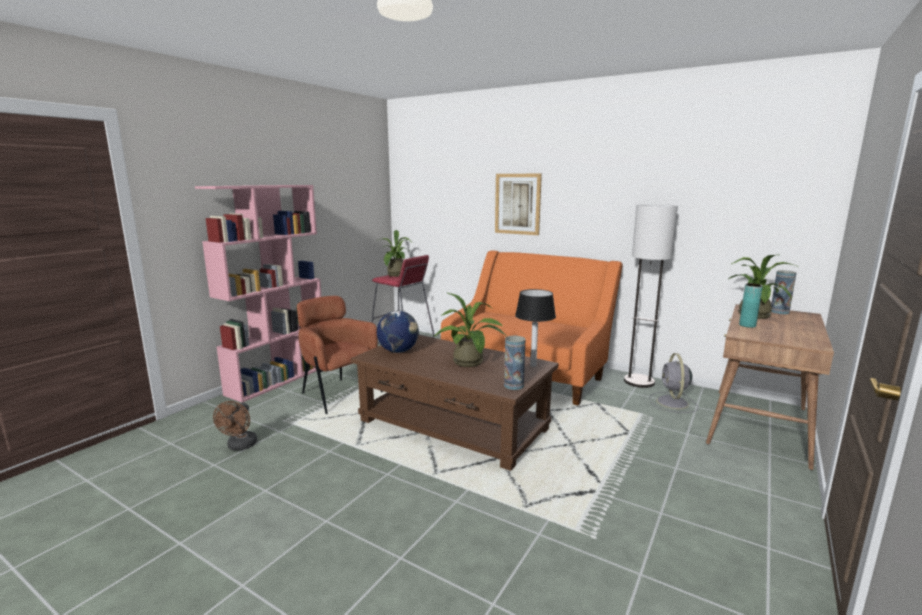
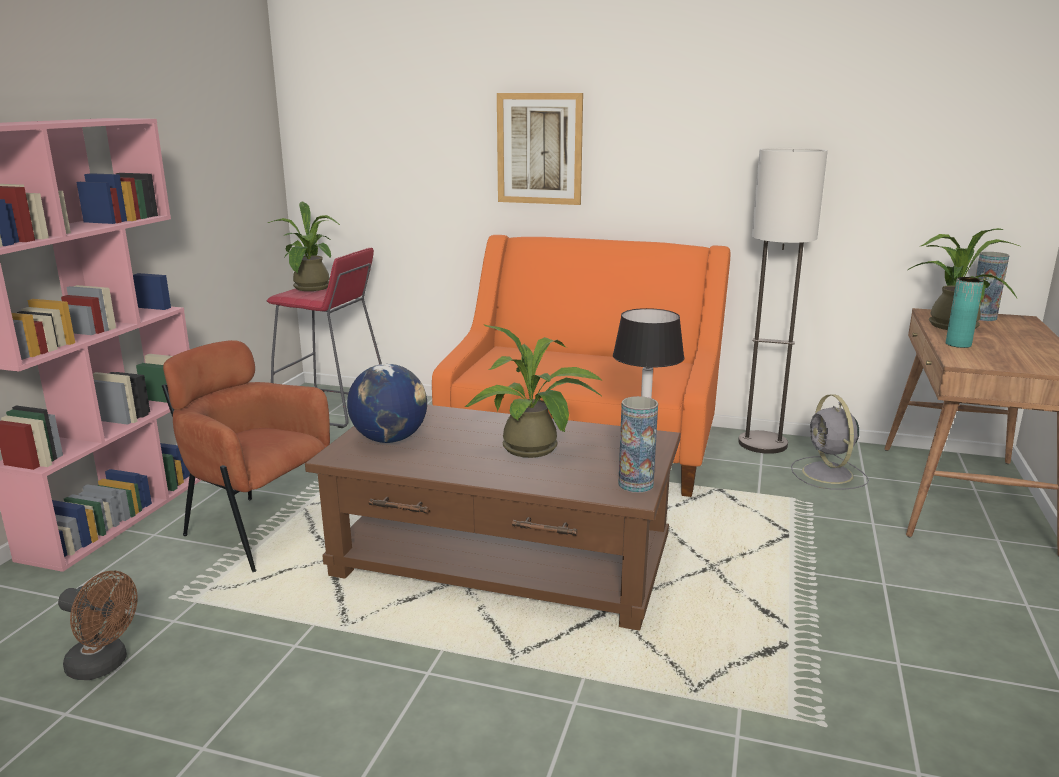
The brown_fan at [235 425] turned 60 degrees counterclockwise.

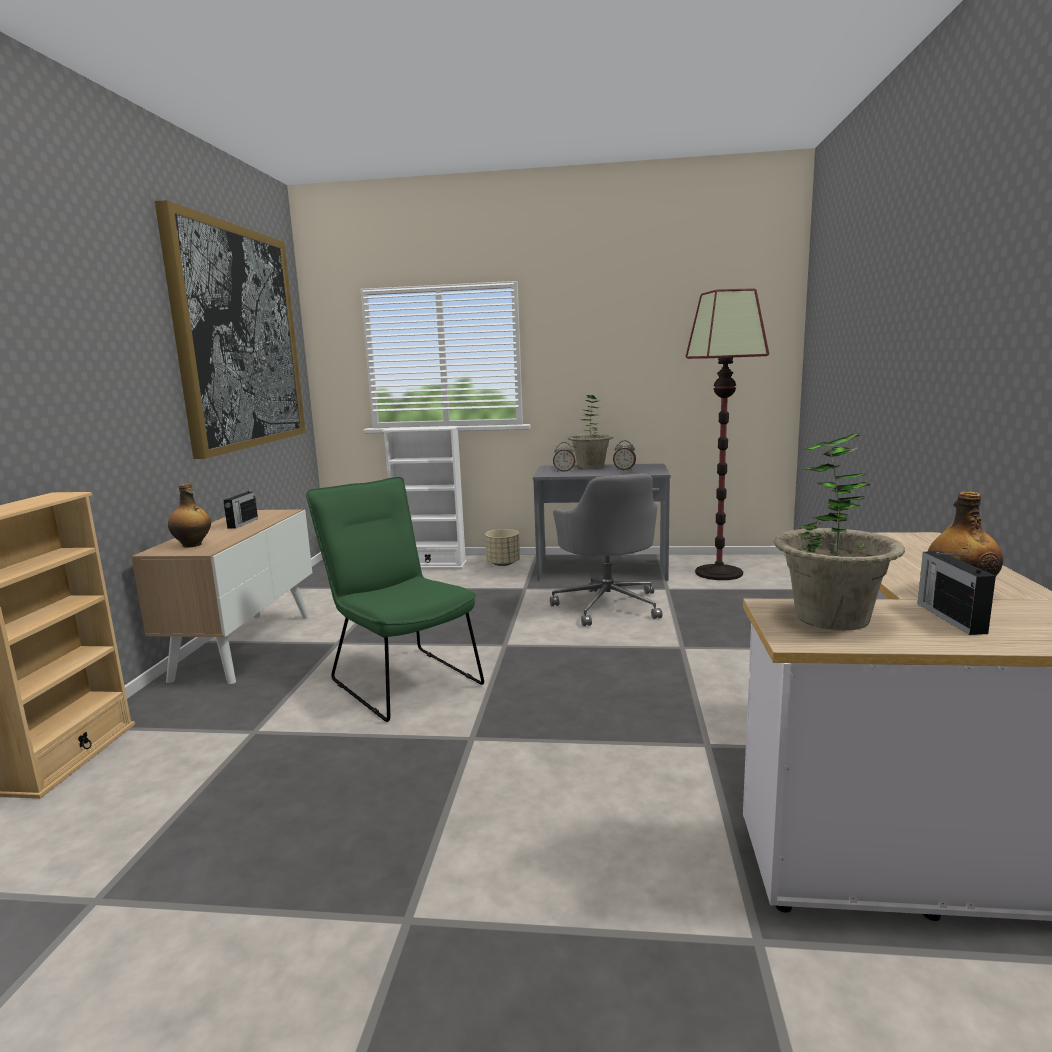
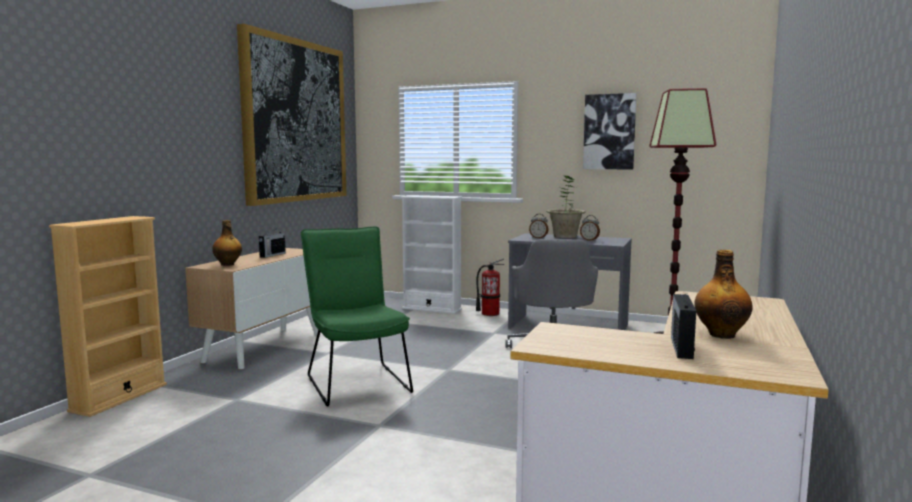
The potted_plant at [839 531] disappeared.
The picture at [609 131] appeared.
The beige_flower_pot at [502 547] was replaced by the extinguisher at [490 287].

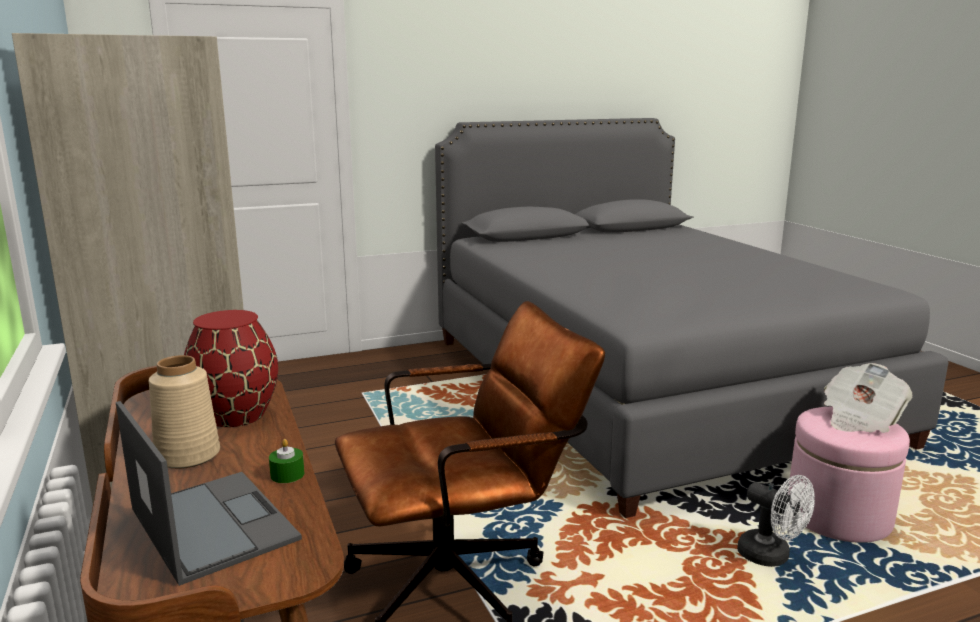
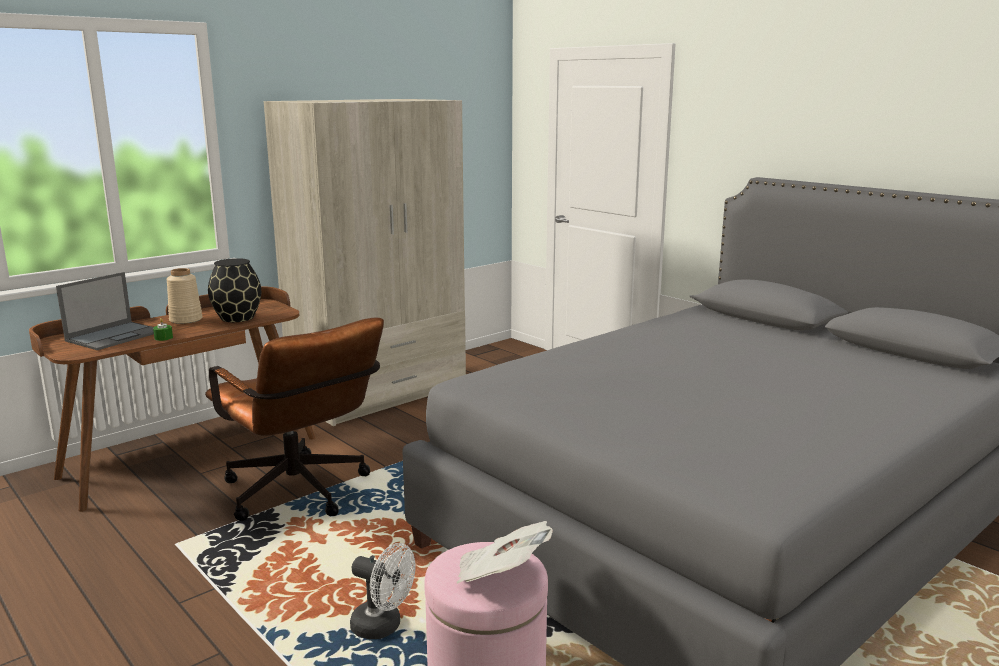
The reddish_flower_vase at [231 368] became the blackish_flower_vase at [234 290].
The white-coloured_fan at [776 521] turned 90 degrees counterclockwise.

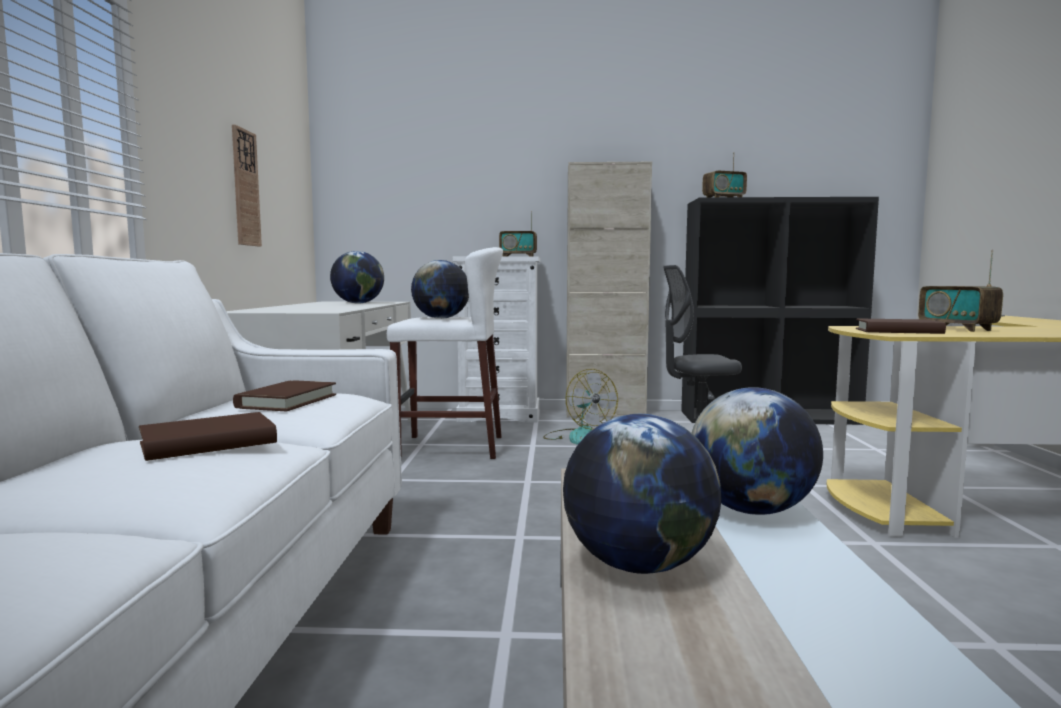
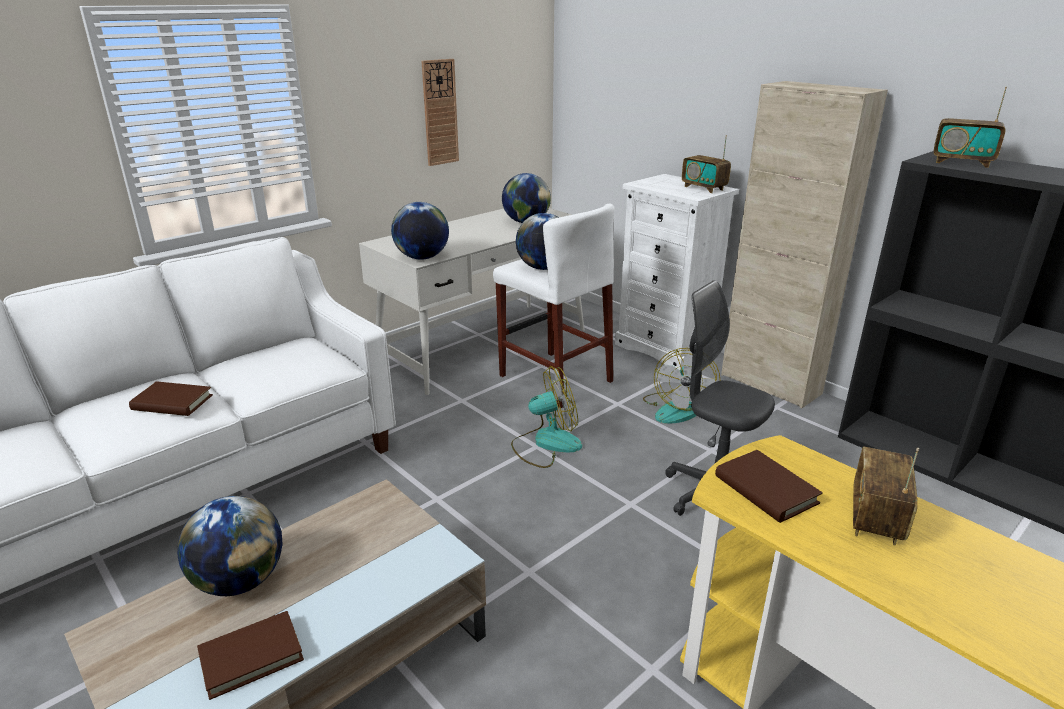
The fan at [546 417] appeared.
The brown_book moved from [284 395] to [250 655].
The world_globe moved from [757 451] to [420 231].

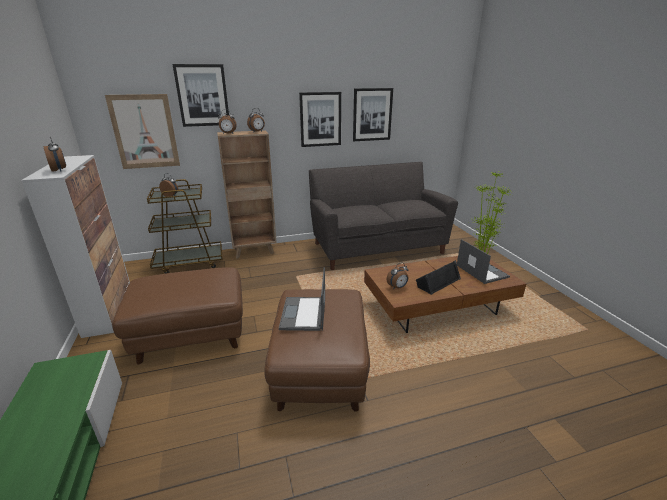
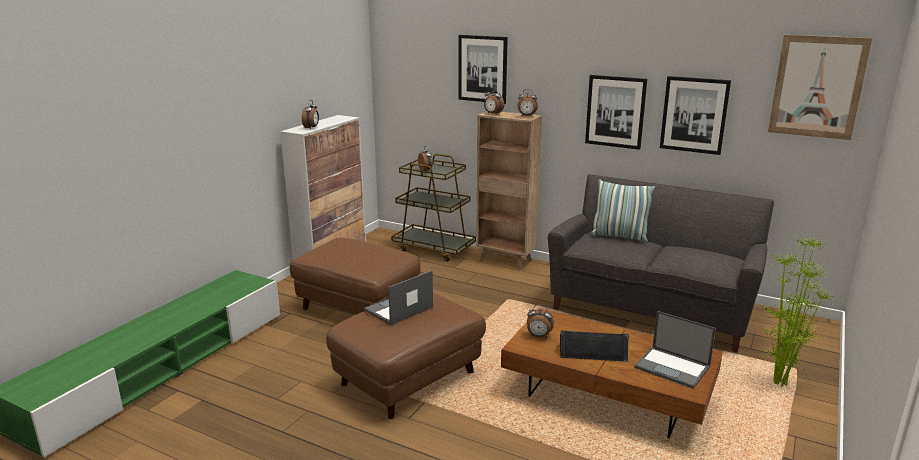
The cushion at [622 210] appeared.
The picture moved from [142 131] to [820 87].
The notebook_computer at [483 261] turned 105 degrees clockwise.

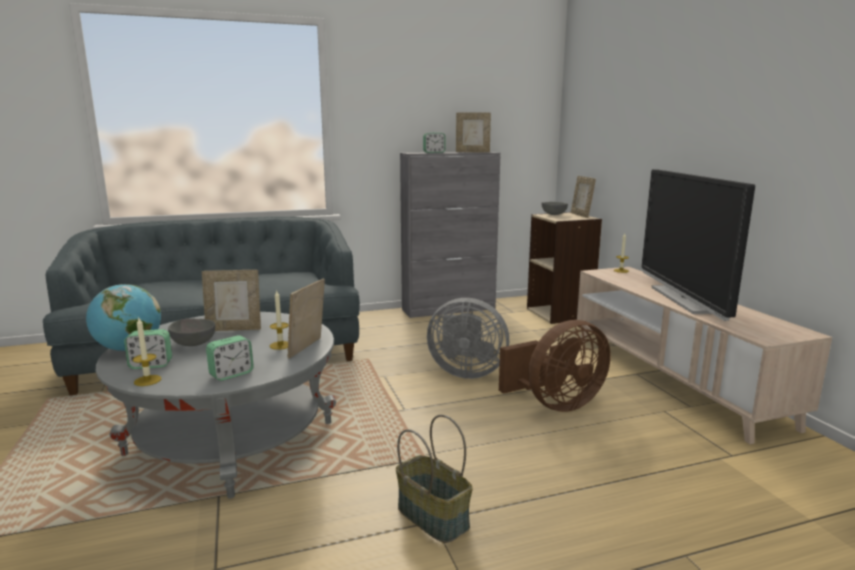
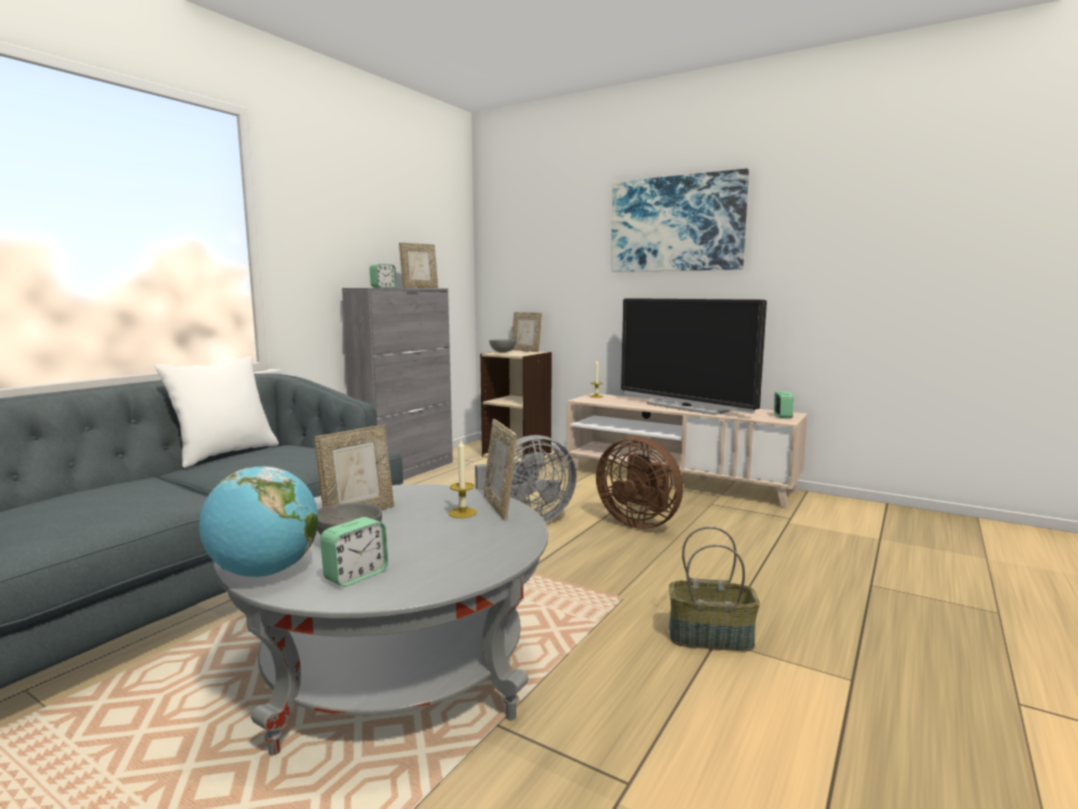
The wax_candle at [147 351] disappeared.
The white-coloured_cushion at [217 412] appeared.
The picture at [680 220] appeared.
The alarm_clock moved from [230 358] to [784 405].
The brown_fan at [555 366] turned 105 degrees clockwise.

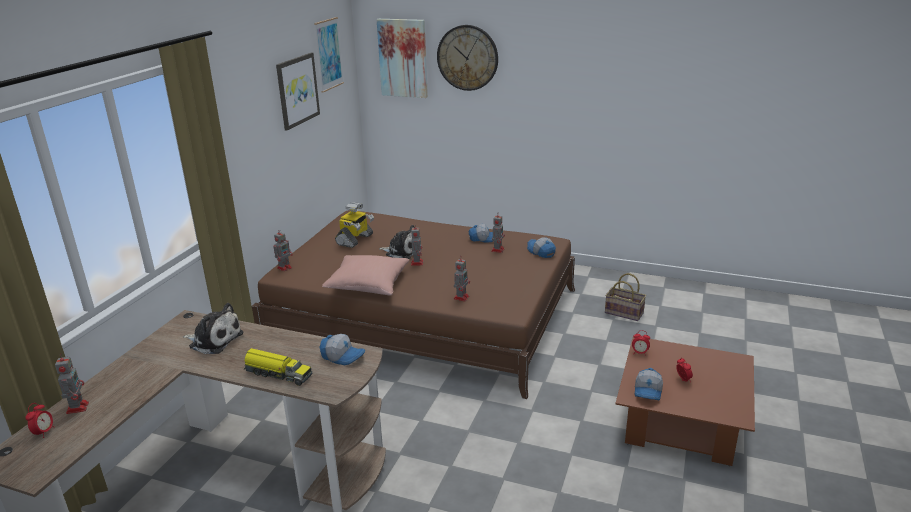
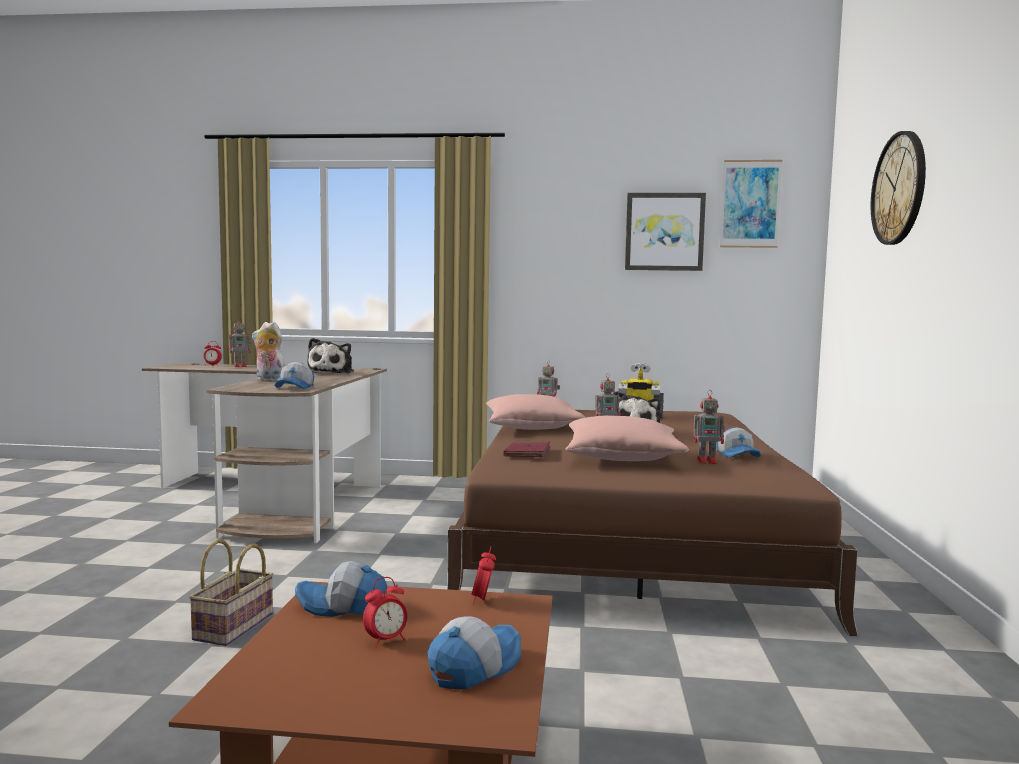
The picture at [402 58] disappeared.
The pinkish_cushion at [627 438] appeared.
The peaked_cap moved from [541 247] to [474 652].
The basket moved from [625 297] to [231 592].
The model_truck at [278 367] was replaced by the plush_toy at [268 352].
The toy_robot at [462 280] was replaced by the reddish_book at [527 449].

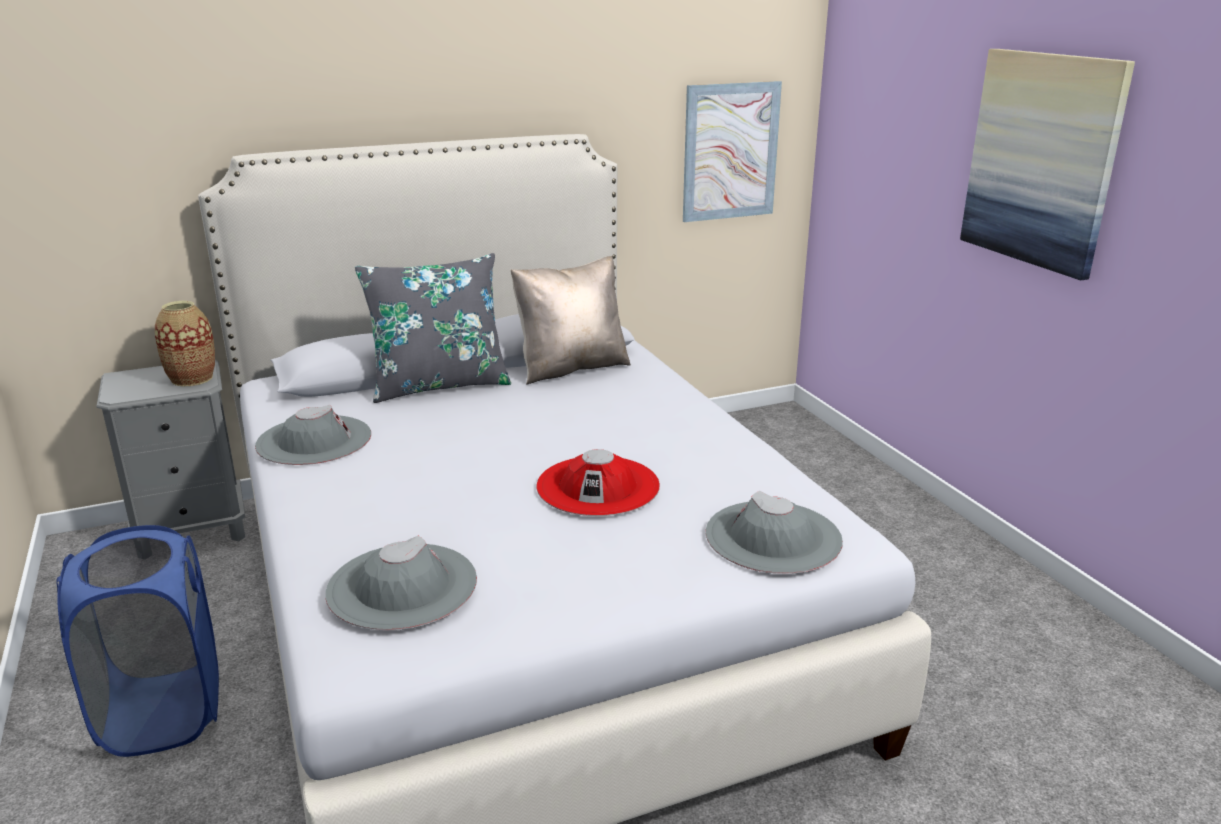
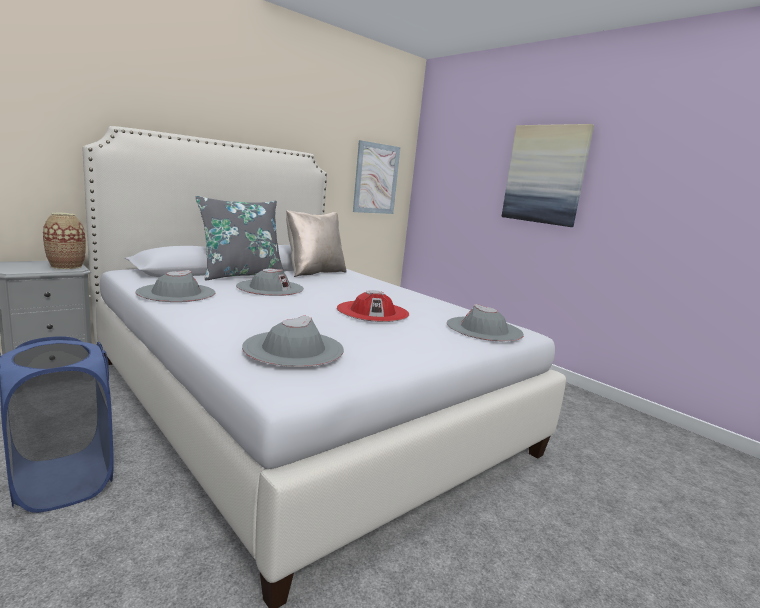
The greyish_wearable_hat at [270 282] appeared.

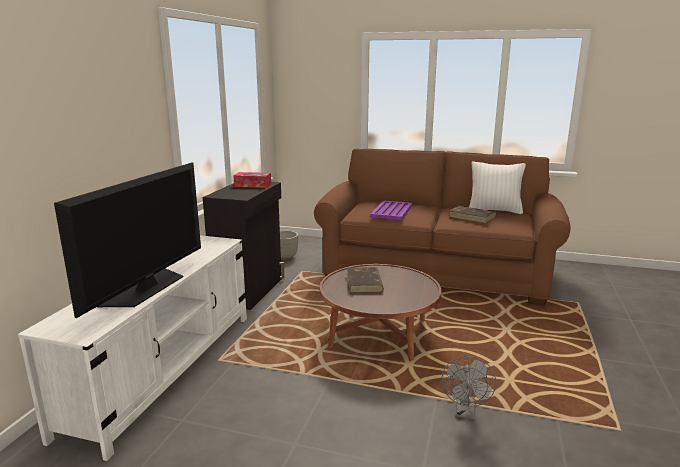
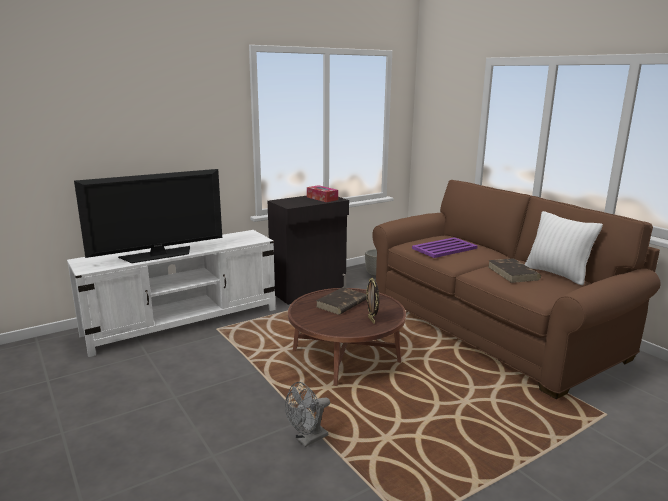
The photo_frame at [372 301] appeared.

